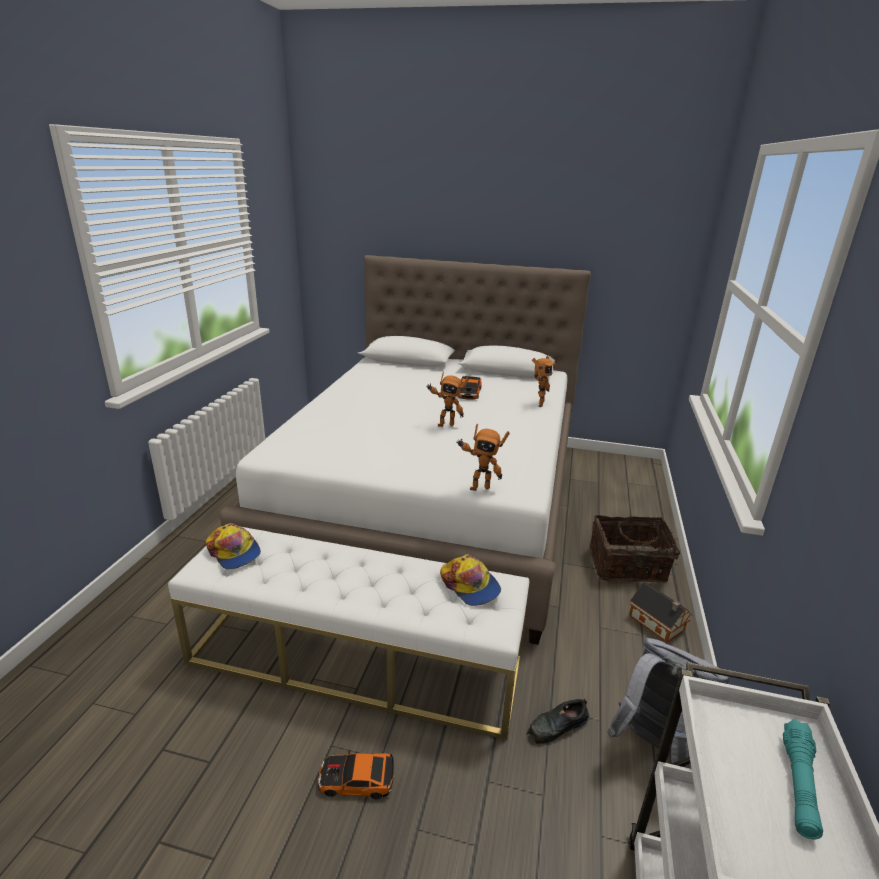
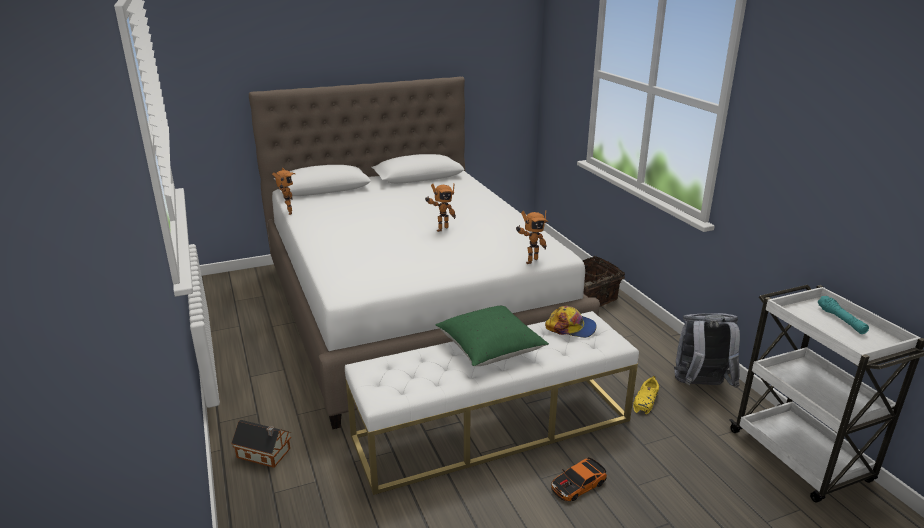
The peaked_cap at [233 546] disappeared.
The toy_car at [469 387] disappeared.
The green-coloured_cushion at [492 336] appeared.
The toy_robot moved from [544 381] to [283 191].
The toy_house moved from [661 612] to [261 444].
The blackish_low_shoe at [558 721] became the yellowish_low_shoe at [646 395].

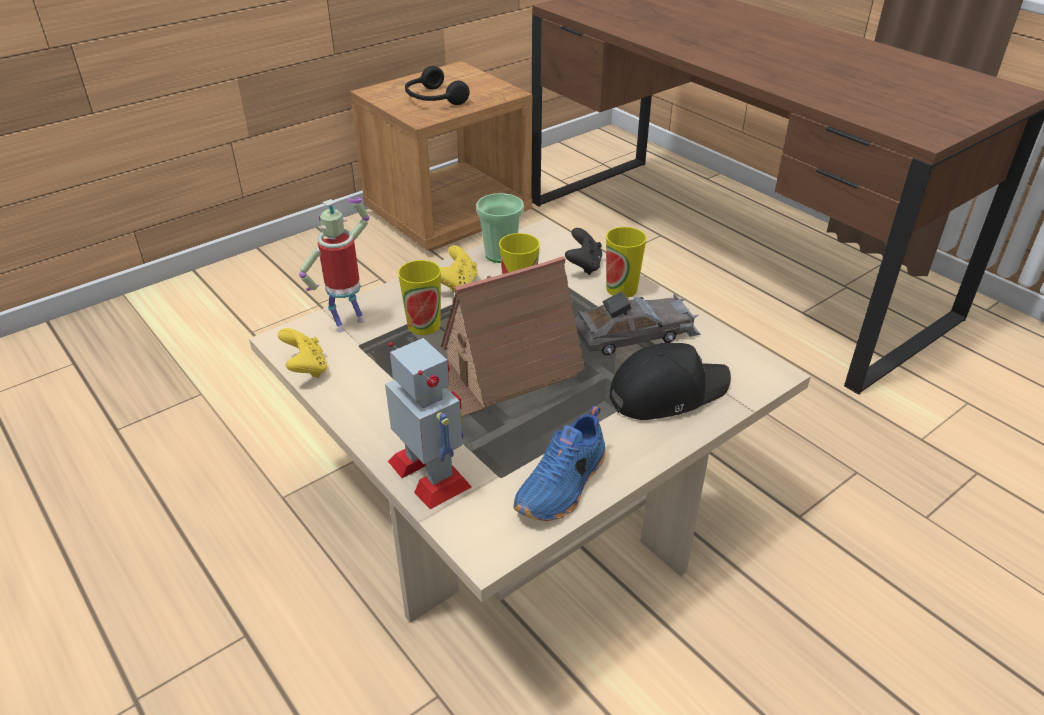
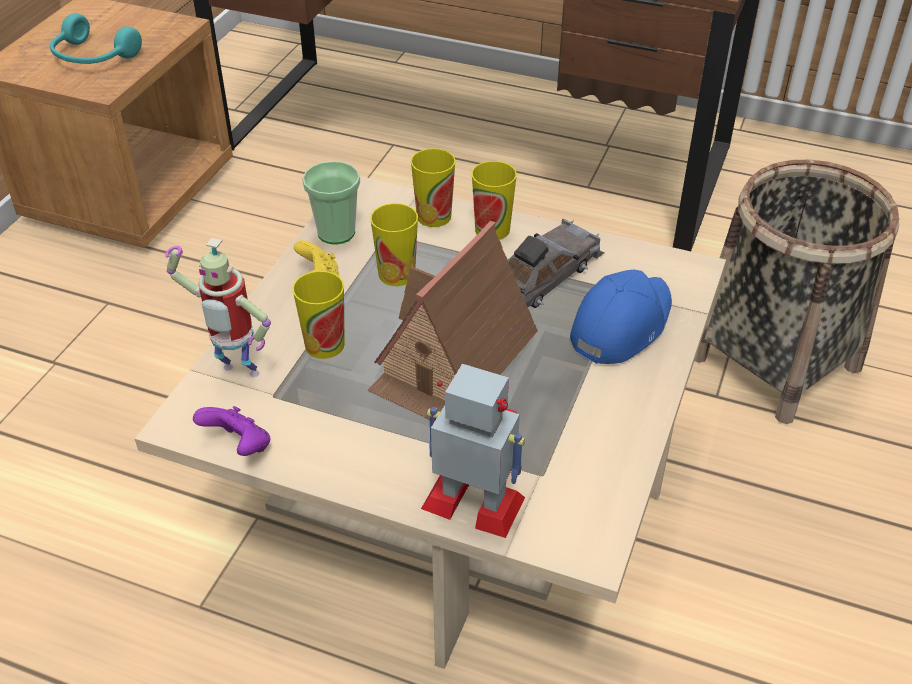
The blue_low_shoe at [559 463] disappeared.
The basket at [797 292] appeared.
The blackish_game_controller at [583 251] was replaced by the small_cup at [433 187].
The yellowish_game_controller at [302 353] became the purplish_game_controller at [231 431].
The blackish_headphones at [437 85] became the turquoise-coloured_headphones at [96 38].
The blackish_peaked_cap at [670 381] became the blue_peaked_cap at [621 317].
The toy_robot at [334 264] turned 90 degrees counterclockwise.

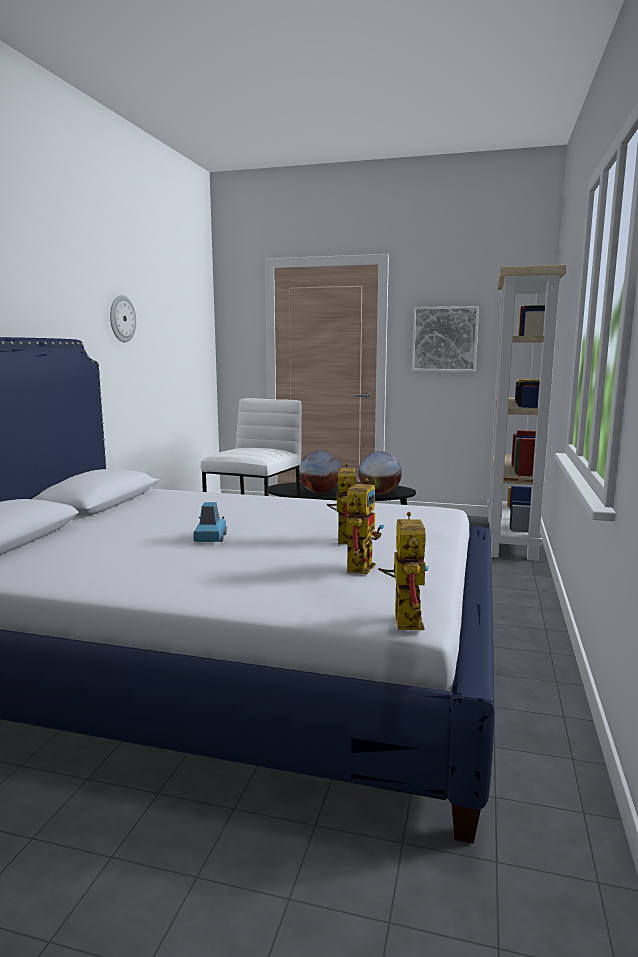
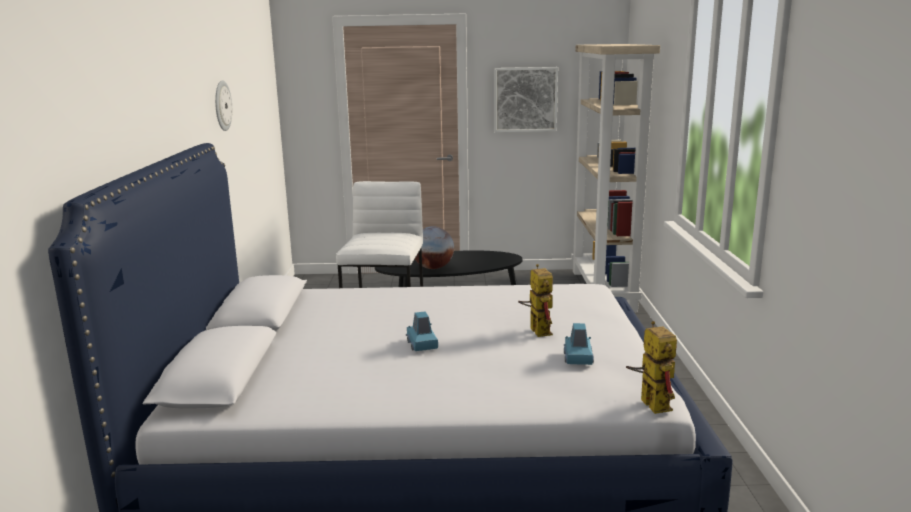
The world_globe at [380 472] disappeared.
The toy_robot at [364 526] was replaced by the blue_toy_car at [579 344].

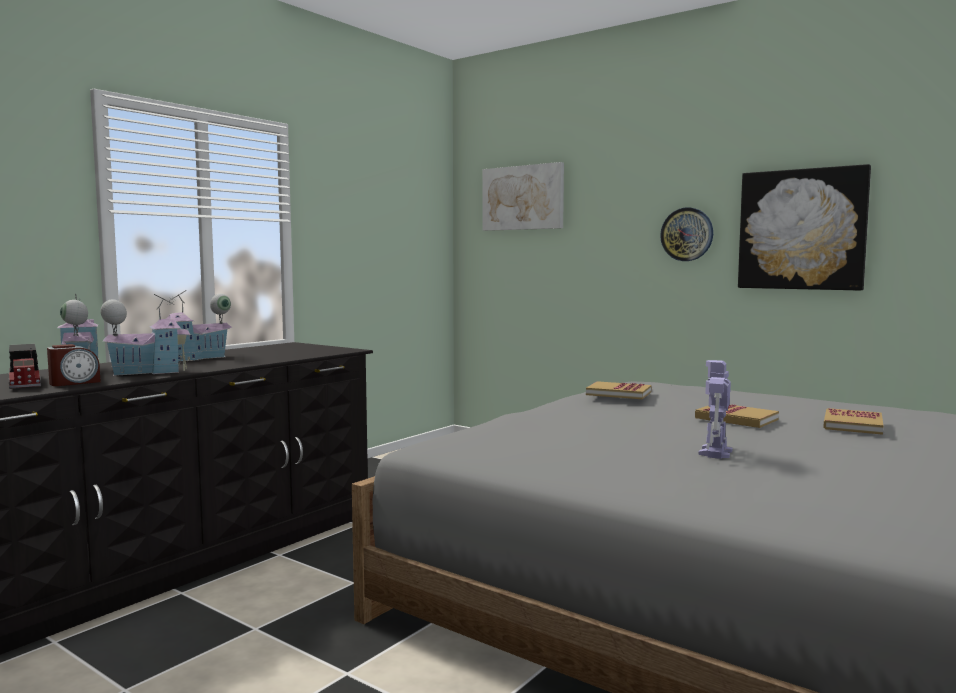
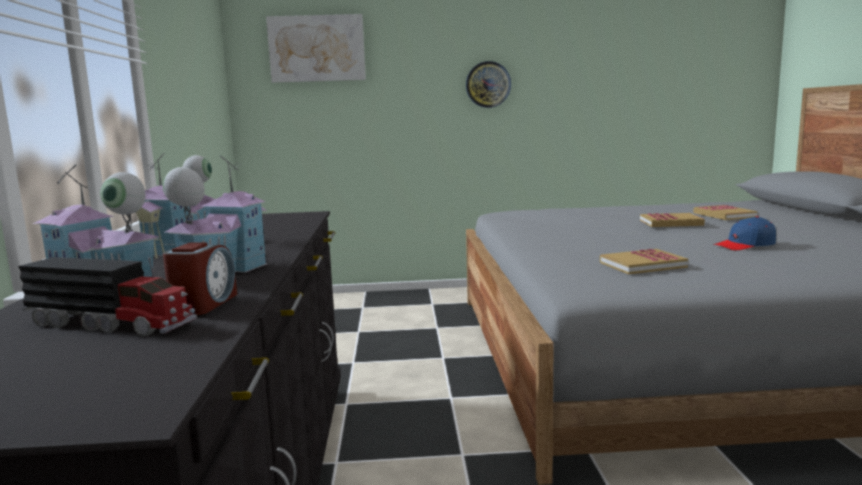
The picture at [804 227] disappeared.
The book moved from [618 390] to [644 261].
The toy_robot at [715 409] was replaced by the blue_peaked_cap at [744 233].

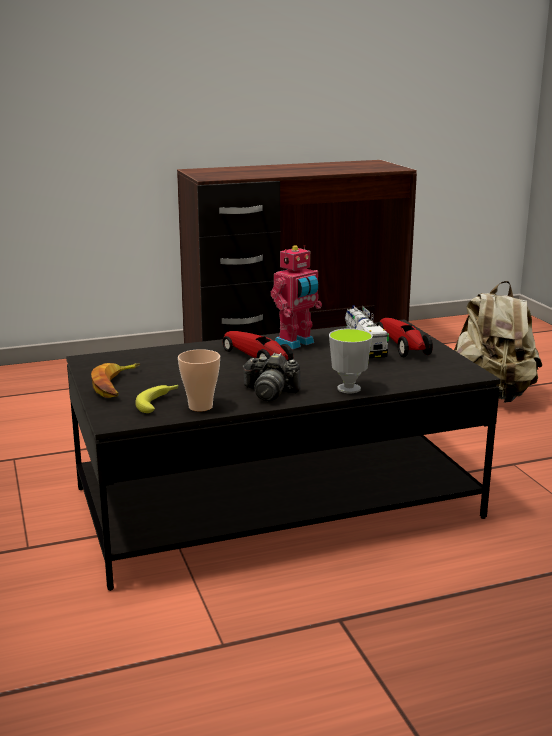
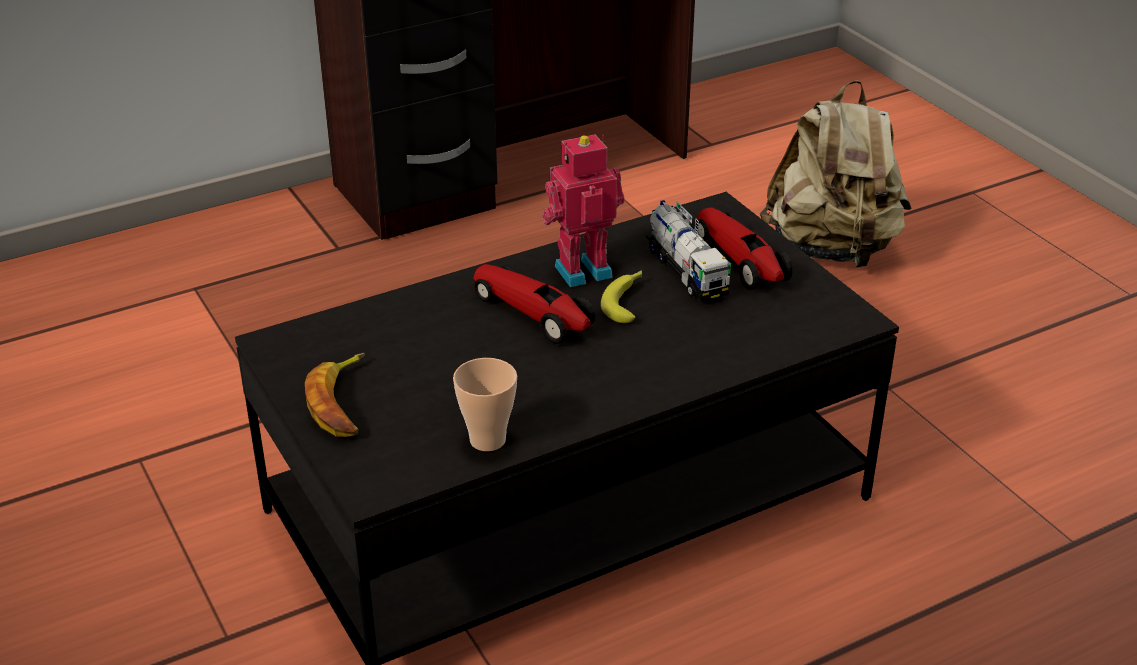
The still_camera at [271 377] disappeared.
The small_cup at [351 360] disappeared.
The banana_fruit moved from [157 399] to [621 296].
The toy_robot at [296 297] turned 150 degrees counterclockwise.

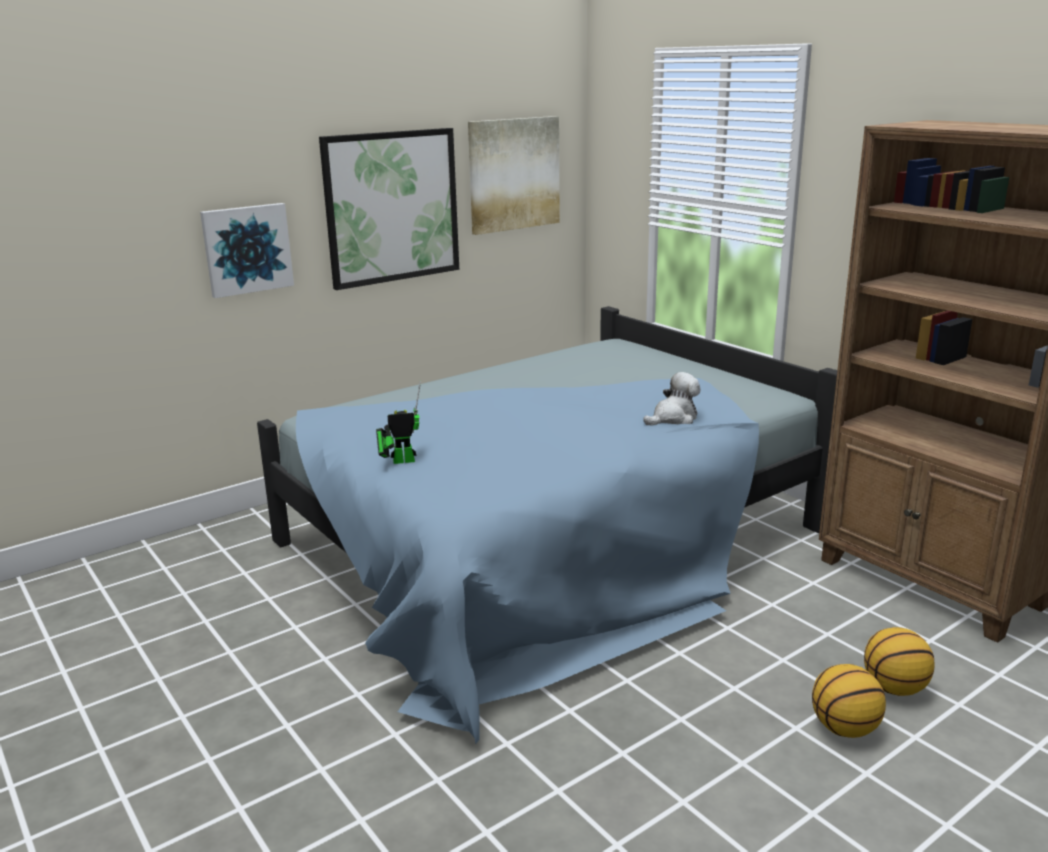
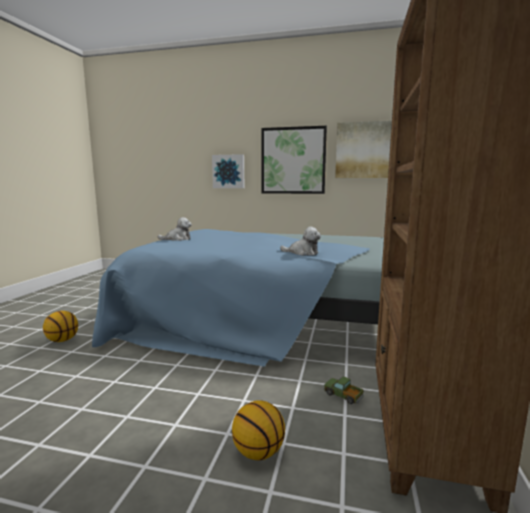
The model_truck at [344 390] appeared.
The basketball_ball moved from [849 701] to [60 326].
The toy_robot at [398 422] was replaced by the plush_toy at [175 229].

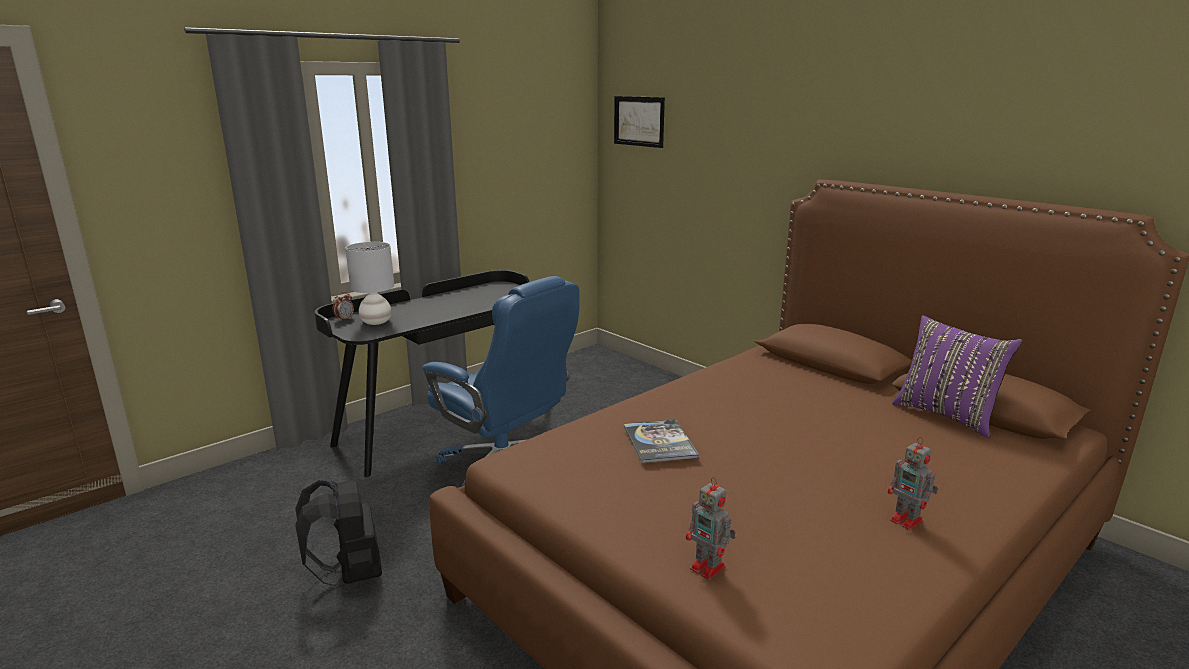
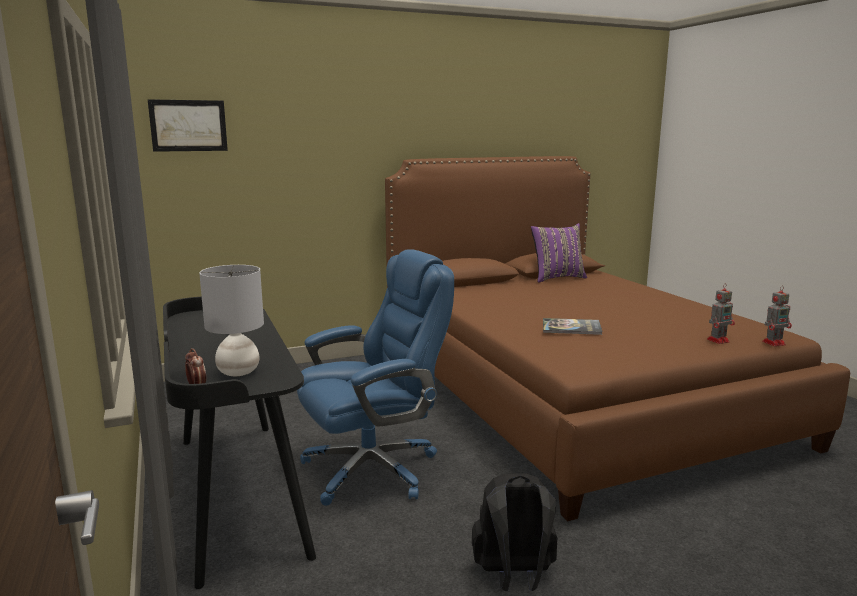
The toy_robot moved from [913 483] to [777 316].

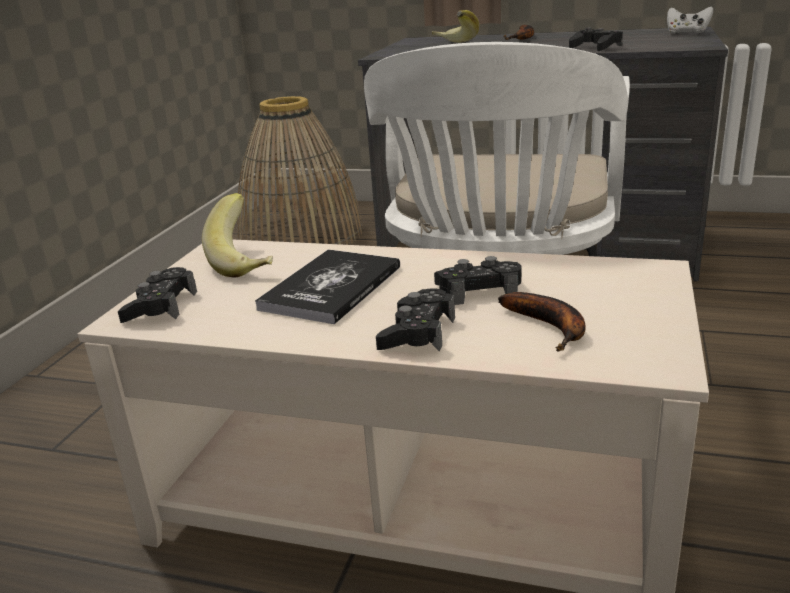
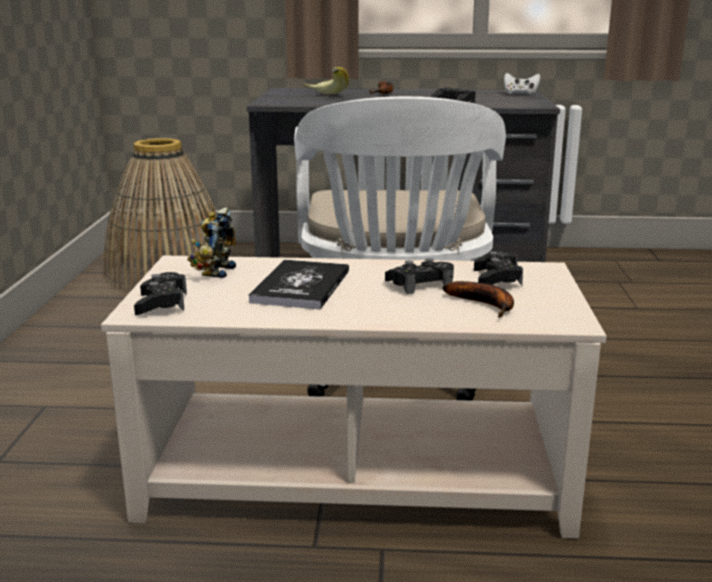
The blackish_game_controller moved from [415 320] to [498 268].
The banana_fruit at [237 235] was replaced by the toy_robot at [211 242].

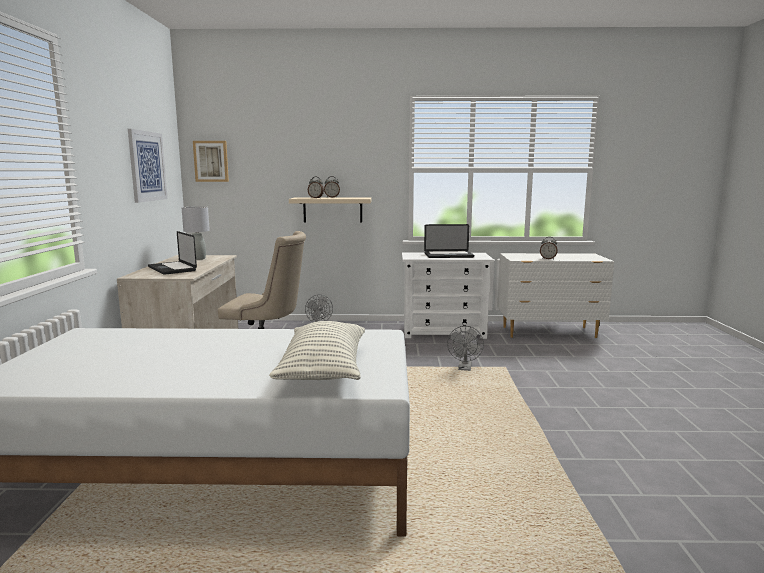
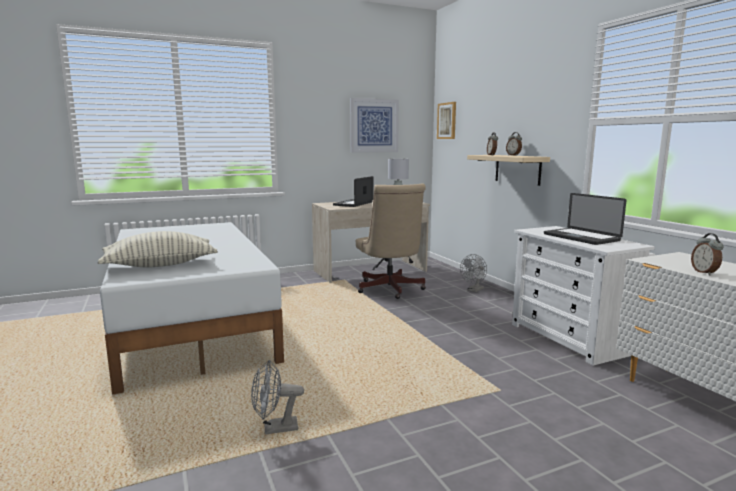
The greyish_fan moved from [465 348] to [277 397].

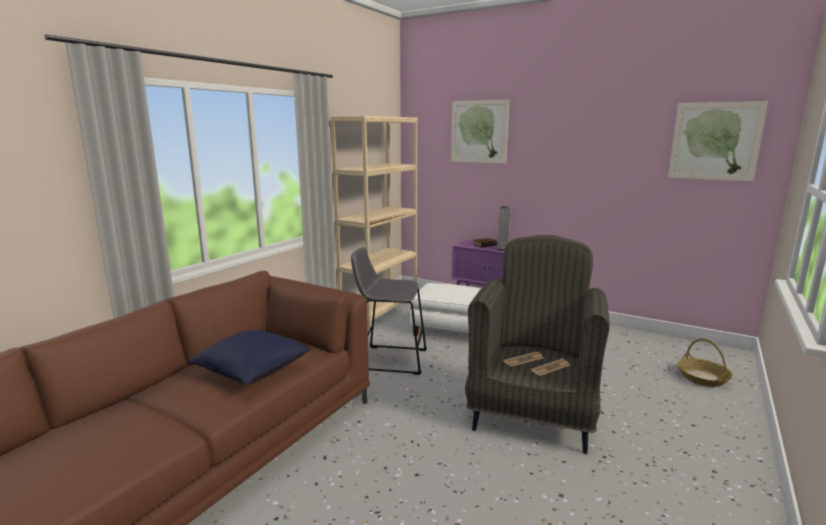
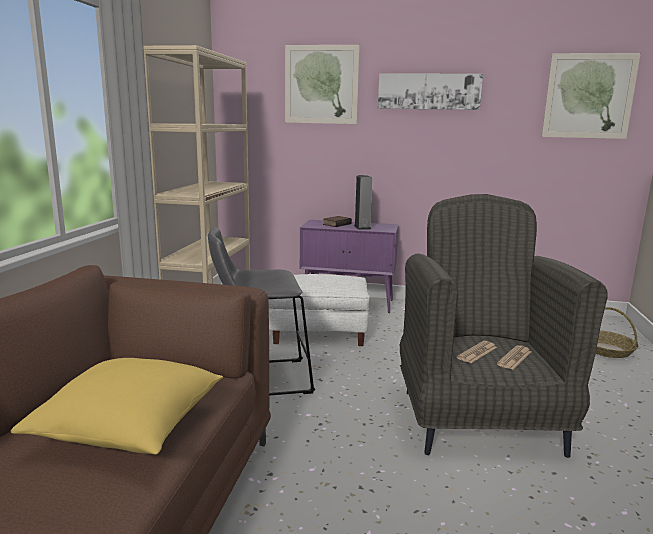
The picture at [430 91] appeared.
The blue_cushion at [249 357] became the yellowish_cushion at [117 406].

